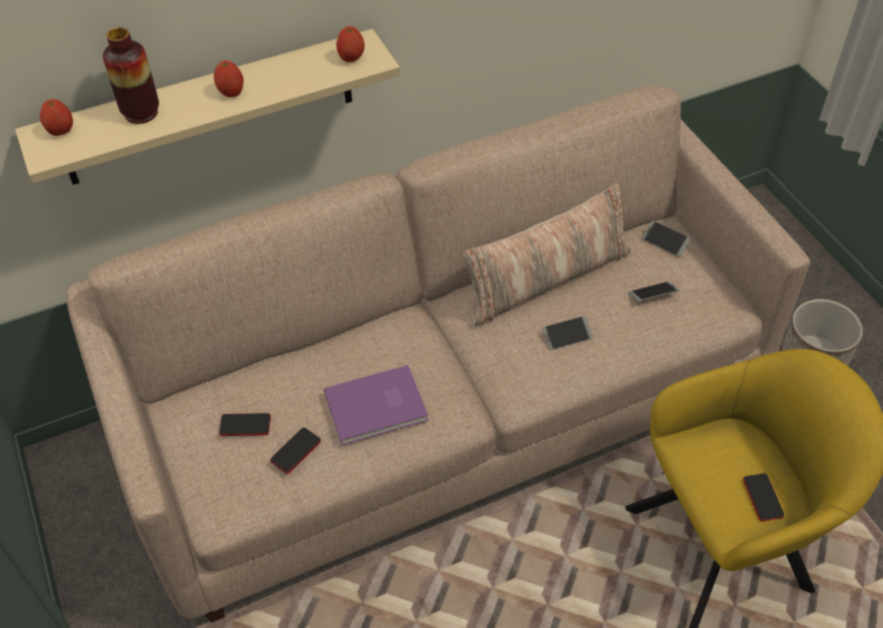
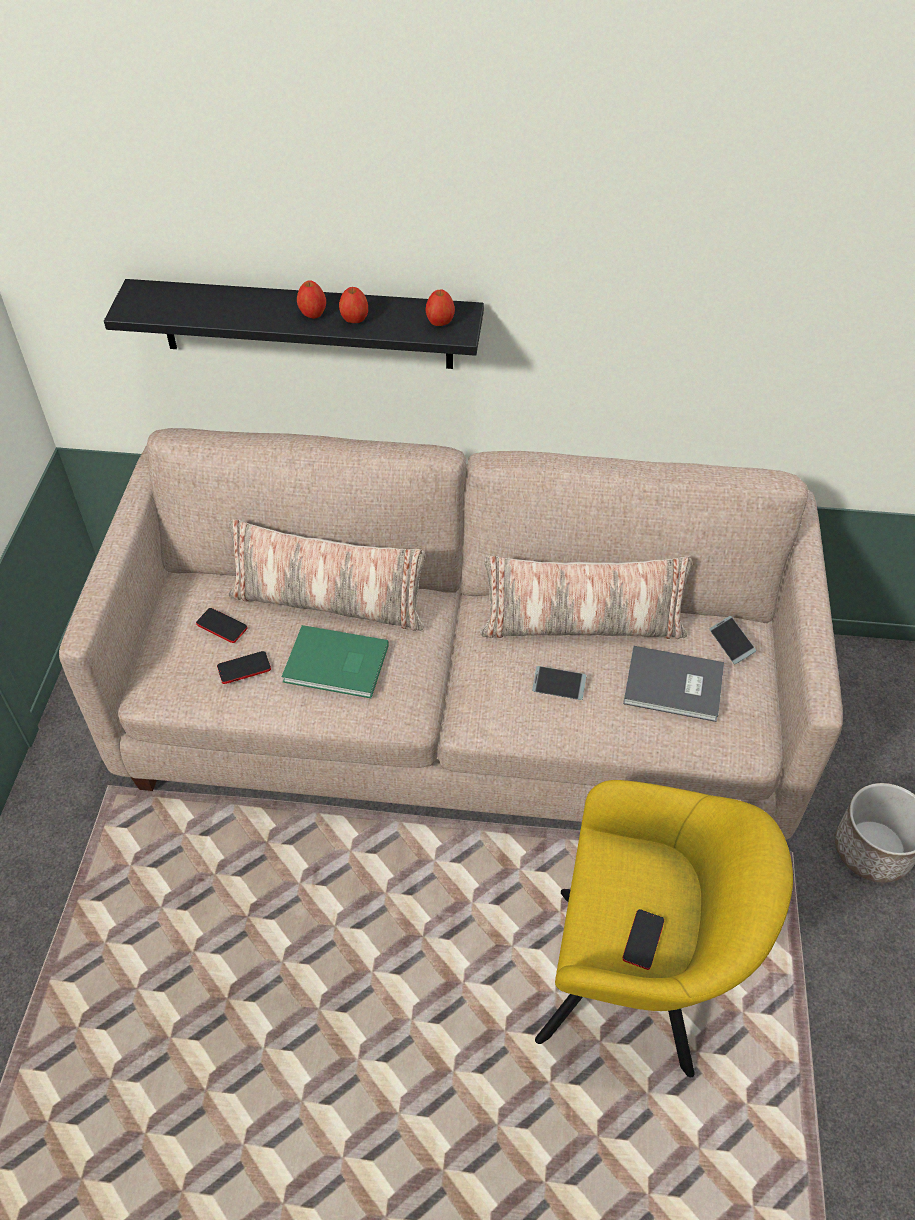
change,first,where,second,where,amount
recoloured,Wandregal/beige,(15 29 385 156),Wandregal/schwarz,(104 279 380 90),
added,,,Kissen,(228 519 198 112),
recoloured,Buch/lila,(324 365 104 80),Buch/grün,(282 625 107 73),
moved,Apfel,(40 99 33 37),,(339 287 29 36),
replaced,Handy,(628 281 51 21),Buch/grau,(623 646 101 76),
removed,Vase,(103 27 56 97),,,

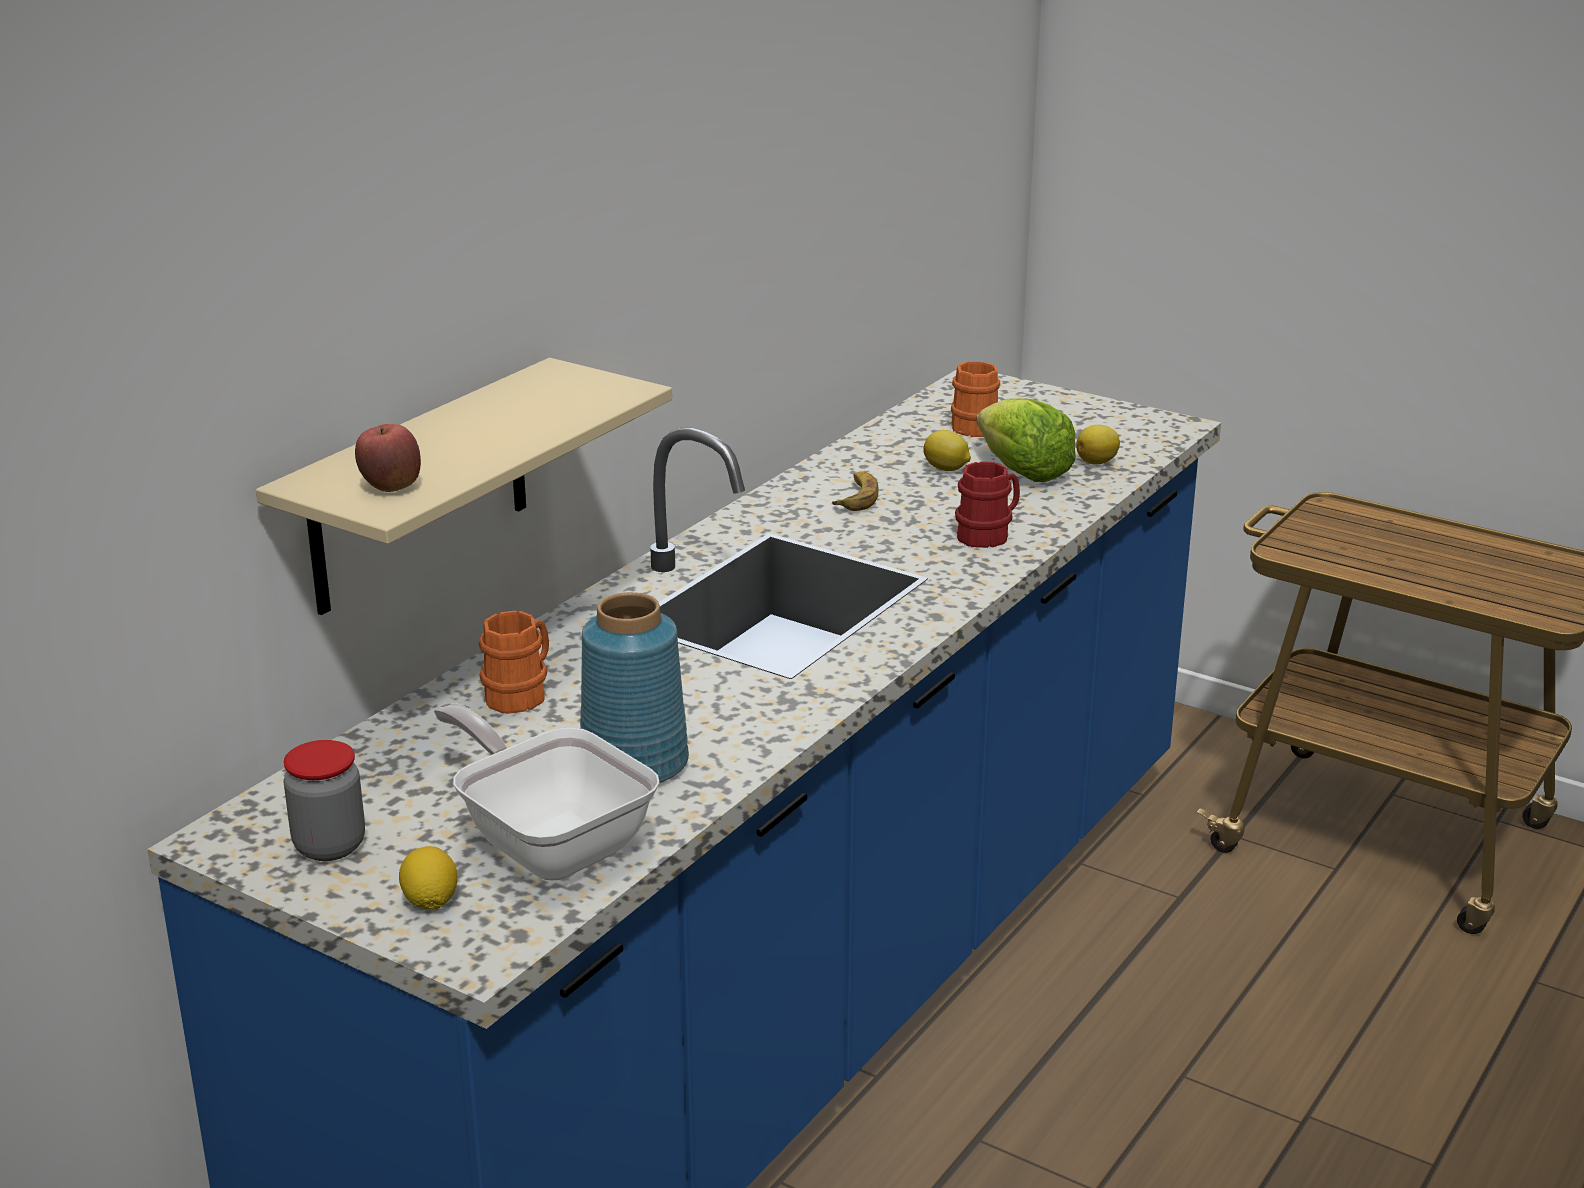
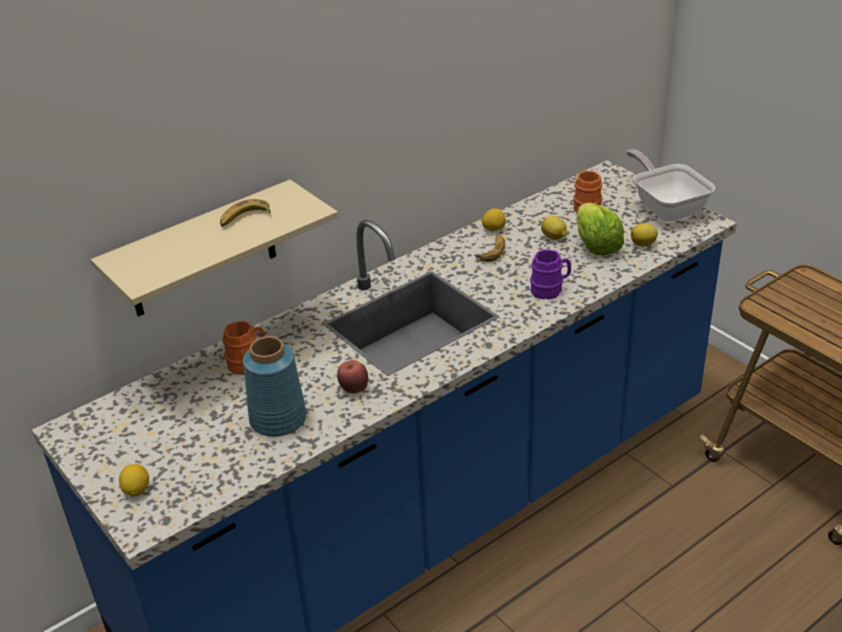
change,first,where,second,where,amount
added,,,Banane,(220 199 51 28),
moved,Apfel,(355 424 66 68),,(337 360 31 34),
added,,,Zitrone,(482 208 24 23),
recoloured,Henkelbecher/rot,(955 461 65 87),Henkelbecher/lila,(530 249 41 51),
moved,Pfanne,(434 703 226 177),,(627 149 88 73),
removed,Vorratsglas,(283 740 82 121),,,

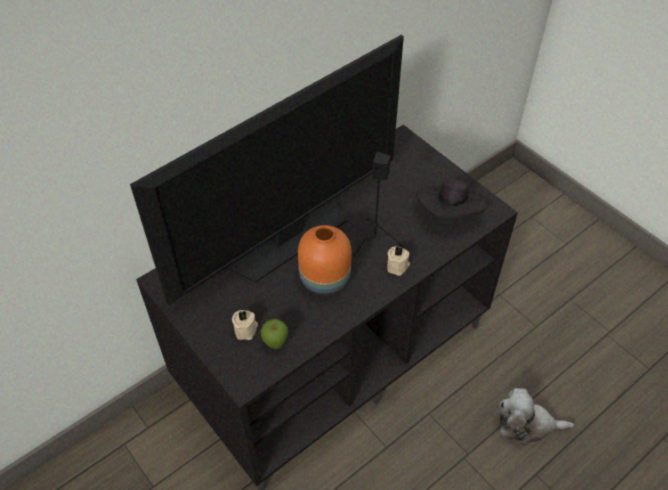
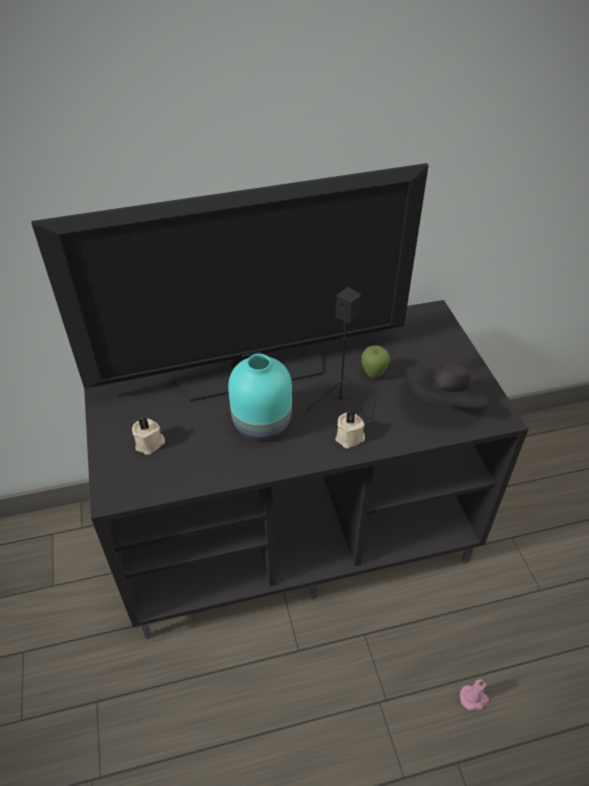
change,first,where,second,where,amount
recoloured,Vase/orange,(298 225 53 71),Vase/türkis,(228 354 64 87),
moved,Apfel,(260 319 28 30),,(361 345 29 34),
replaced,Plüschtier,(499 388 75 58),Kerze/rosa,(460 679 29 31),

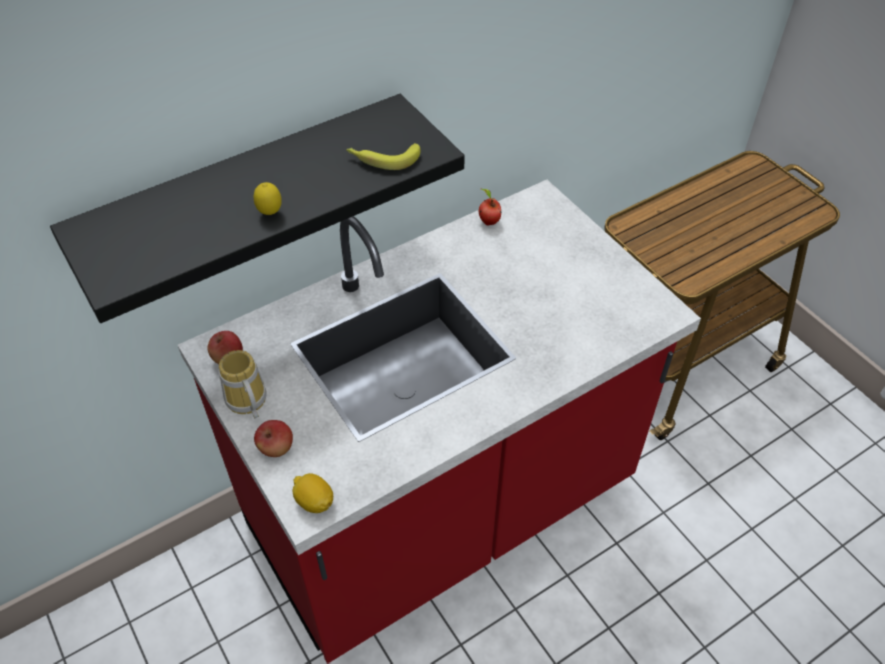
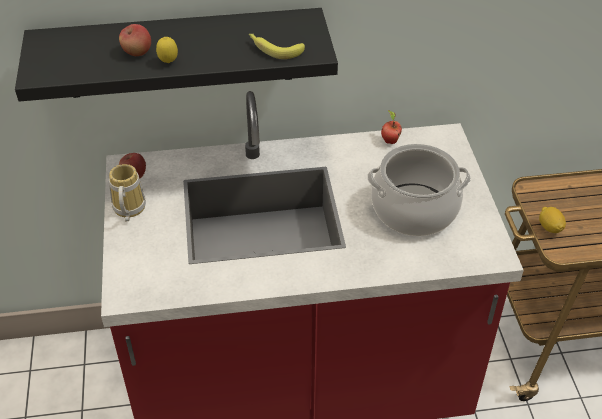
change,first,where,second,where,amount
moved,Apfel,(254 420 39 37),,(119 24 32 32),
added,,,Kochtopf,(367 144 104 92),
moved,Zitrone,(293 473 40 40),,(539 207 27 26),

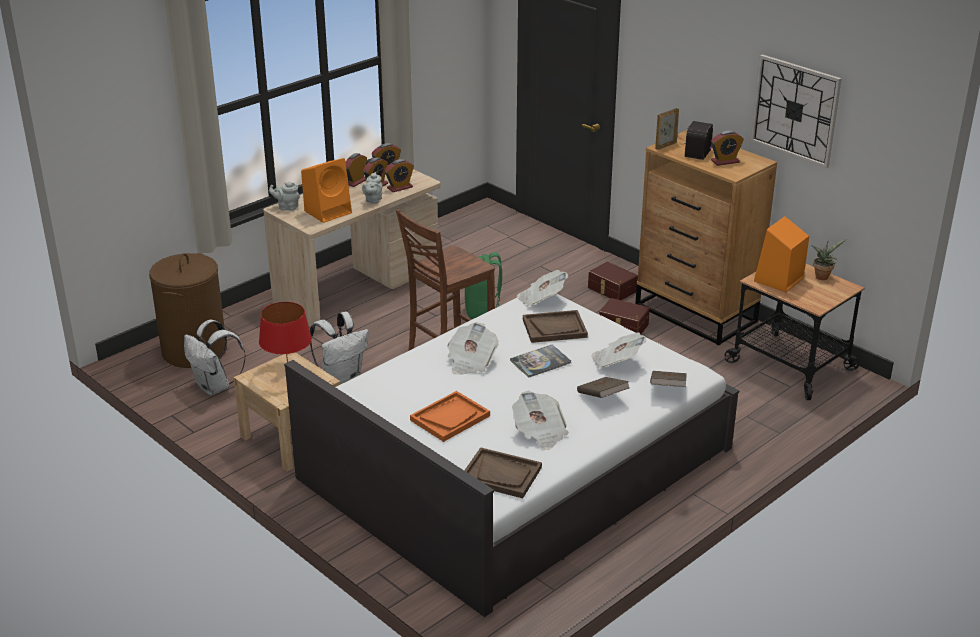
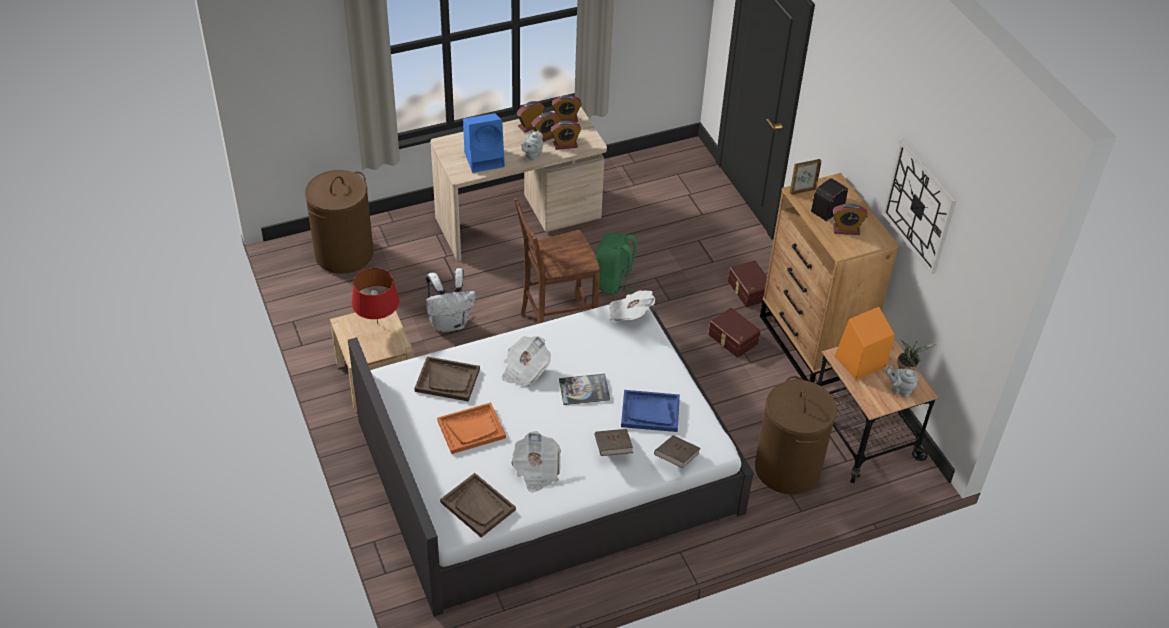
change,first,where,second,where,amount
moved,Tablett/braun,(523 310 65 33),,(415 356 65 46),
recoloured,Lautsprecher/orange,(301 158 51 65),Lautsprecher/blau,(463 113 42 60),
replaced,Zeitung,(591 332 55 36),Tablett/blau,(621 390 59 42),
added,,,Wäschekorb/braun,(755 376 82 118),
moved,Teekanne/grau,(269 182 31 29),,(886 366 32 31),
removed,Rucksack/weiß,(184 320 62 75),,,

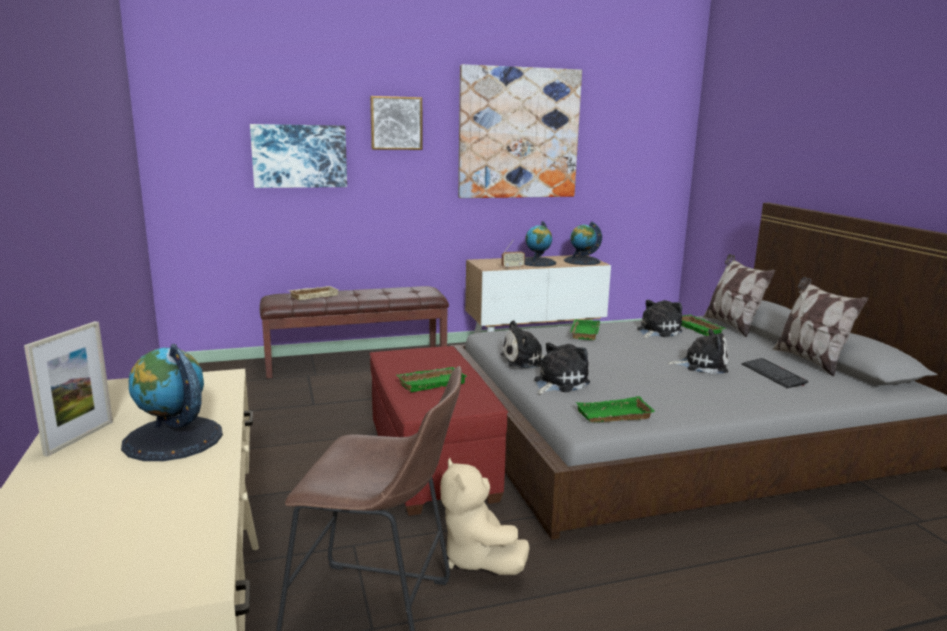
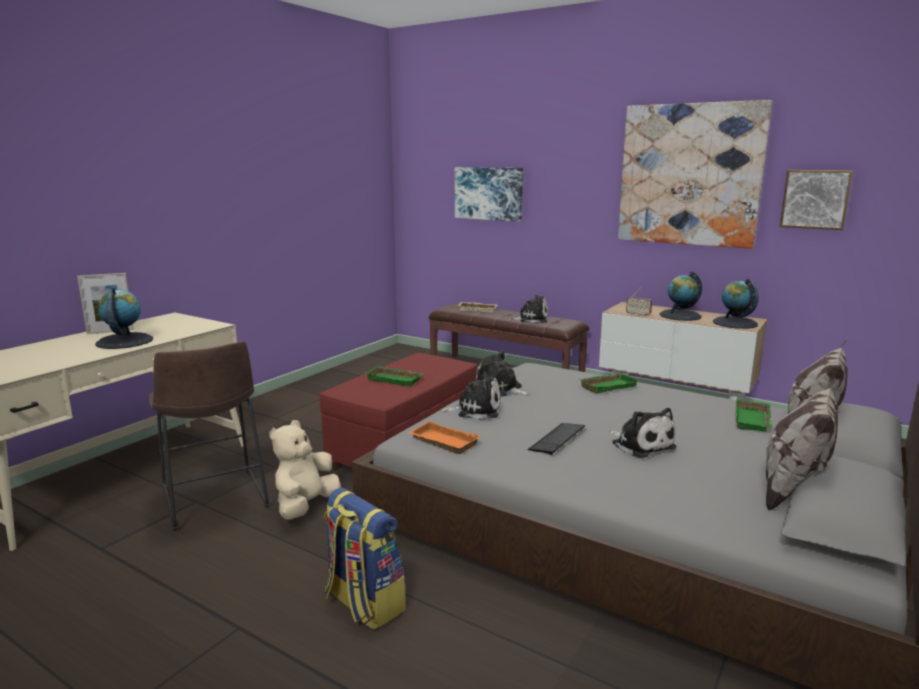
change,first,where,second,where,amount
added,,,Rucksack,(324 488 82 142),
recoloured,Tablett/grün,(576 396 80 26),Tablett/orange,(408 421 73 33),
moved,Plüschtier,(637 300 46 38),,(508 295 40 28),
moved,Tastatur,(742 358 67 30),,(528 423 57 32),
moved,Bild,(370 96 52 54),,(780 170 73 60),

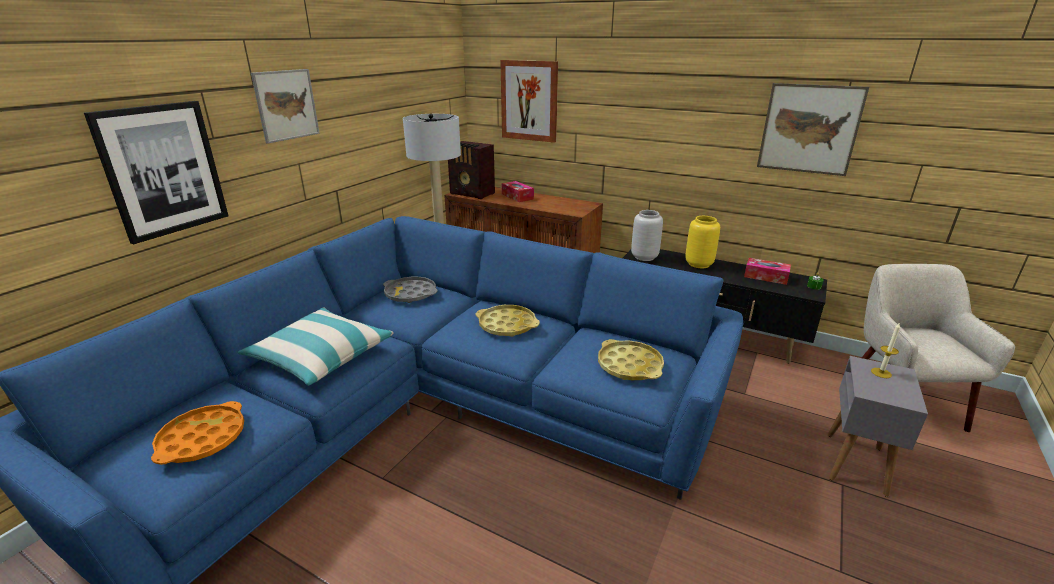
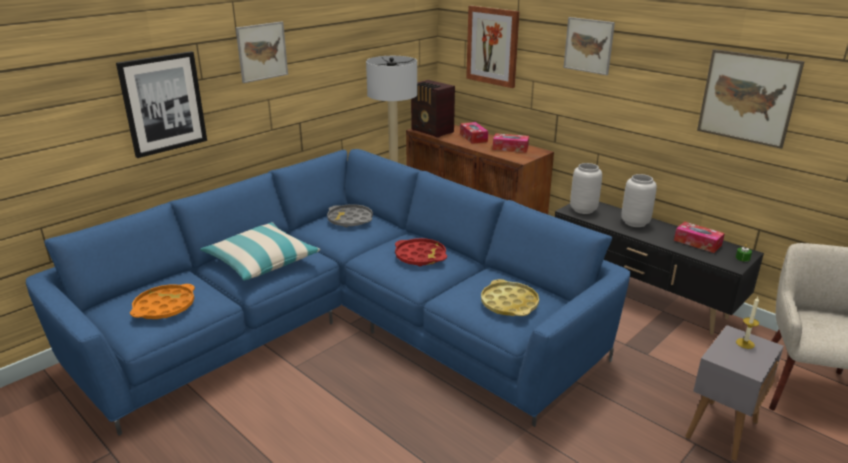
change,first,where,second,where,amount
recoloured,Tablett/gelb,(476 305 64 32),Tablett/rot,(395 238 52 28),
added,,,Taschentuchbox,(493 133 36 20),
added,,,Bild,(564 17 51 58),
recoloured,Vase/gelb,(685 216 35 52),Vase/grau,(621 174 36 53),

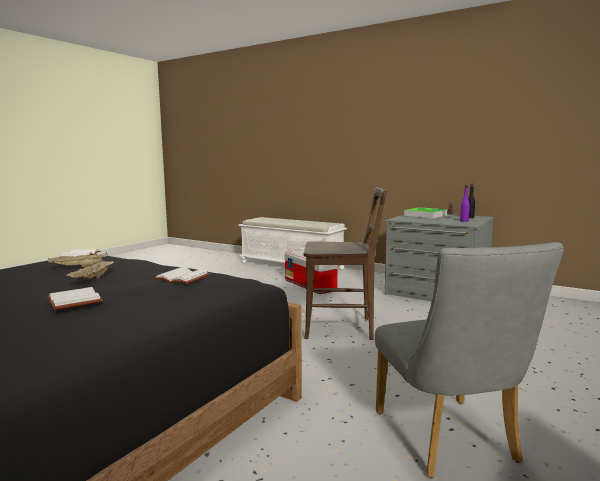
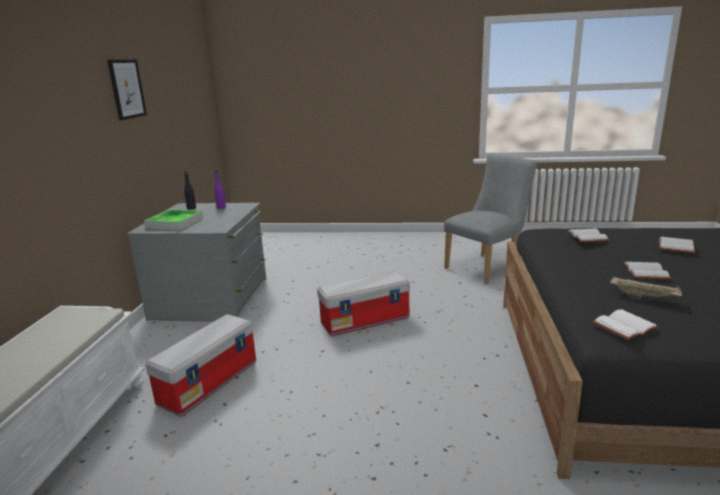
change,first,where,second,where,amount
added,,,Bild,(107 60 40 60),
replaced,Stuhl/braun,(304 187 83 153),Aufbewahrungsbox,(317 271 93 65),
replaced,Tablett/beige,(66 260 48 19),Buch/weiß,(623 262 48 18),

